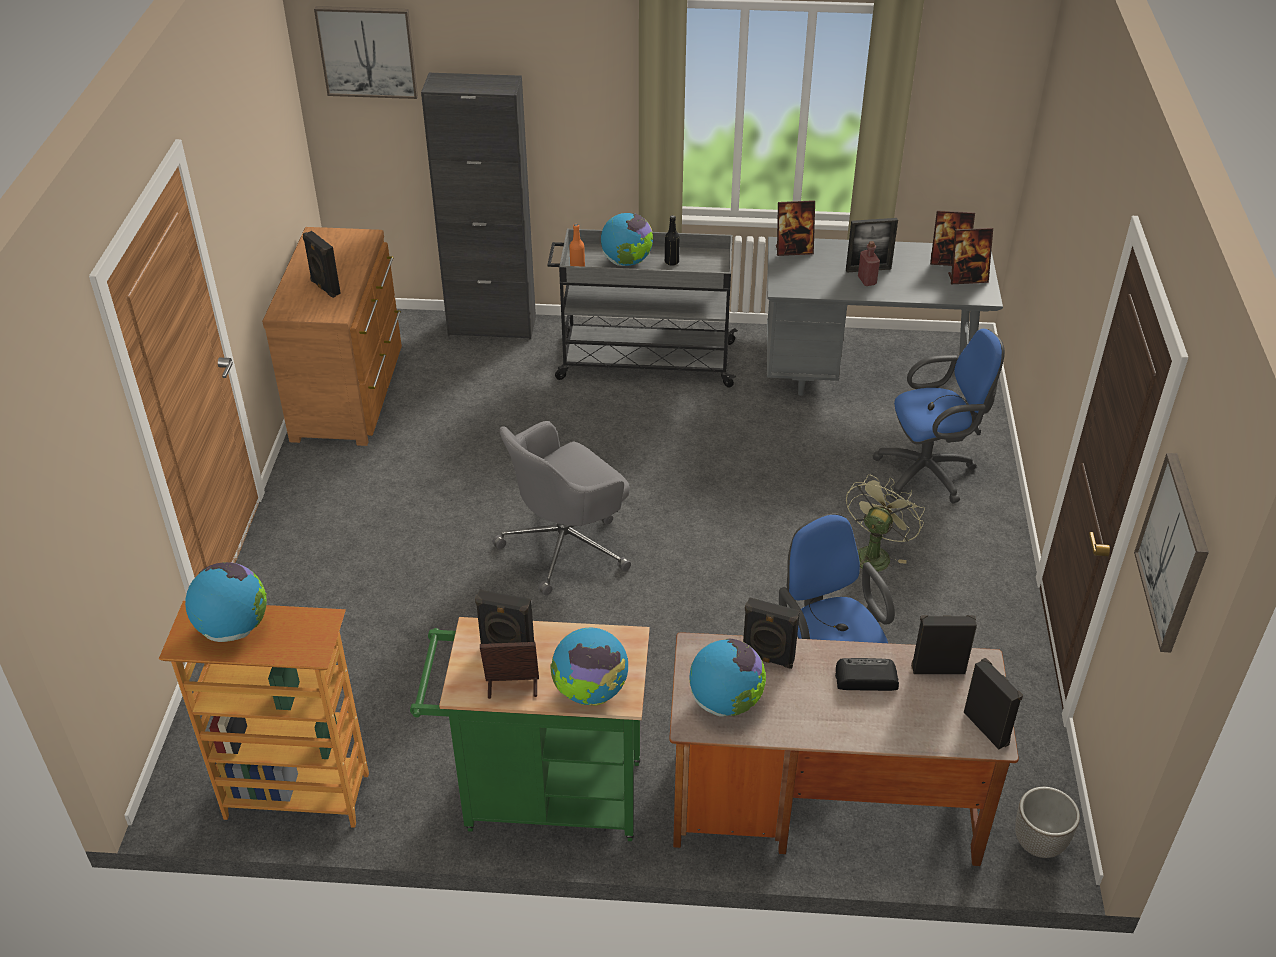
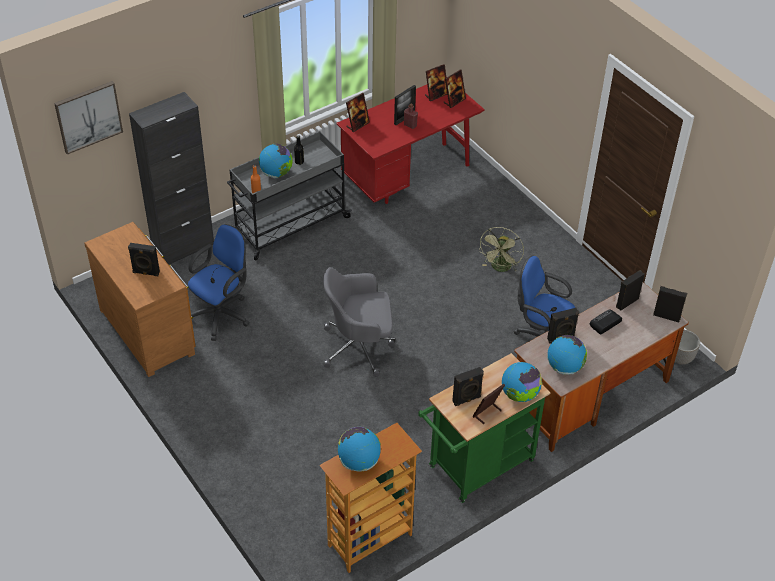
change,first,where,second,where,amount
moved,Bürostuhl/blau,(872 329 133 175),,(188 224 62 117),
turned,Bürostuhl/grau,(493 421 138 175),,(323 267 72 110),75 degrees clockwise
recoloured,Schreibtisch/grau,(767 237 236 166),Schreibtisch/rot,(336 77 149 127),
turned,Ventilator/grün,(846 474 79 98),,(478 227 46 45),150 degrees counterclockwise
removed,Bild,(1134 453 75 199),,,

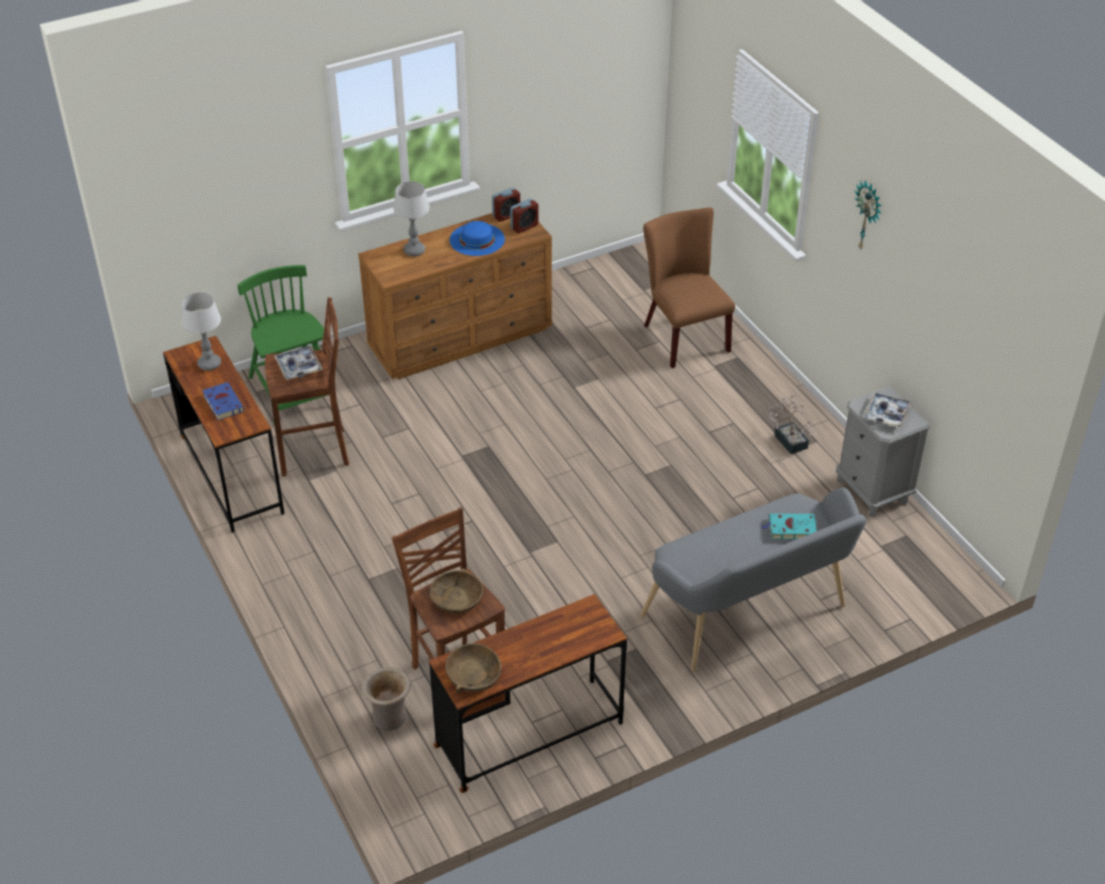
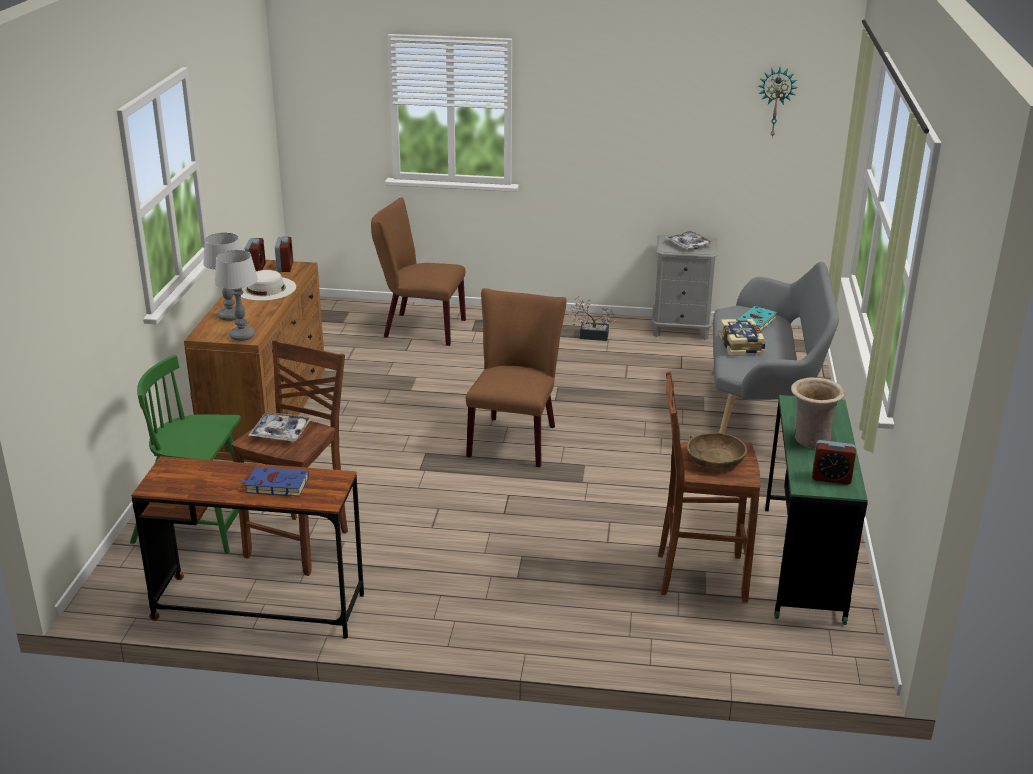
change,first,where,second,where,amount
moved,Tischlampe,(182 293 39 78),,(215 250 43 91),
recoloured,Hut/blau,(450 221 55 35),Hut/weiß,(241 270 55 31),
added,,,Stuhl/braun,(466 288 100 179),
added,,,Buch,(719 319 47 37),
moved,Wanduhr,(855 180 27 70),,(758 68 40 69),
recoloured,Schreibtisch/braun,(429 594 198 199),Schreibtisch/grün,(765 395 103 230),
moved,Vase/beige,(362 667 49 64),,(791 378 54 71),
replaced,Schüssel/braun,(445 643 56 51),Wecker,(812 440 44 45),

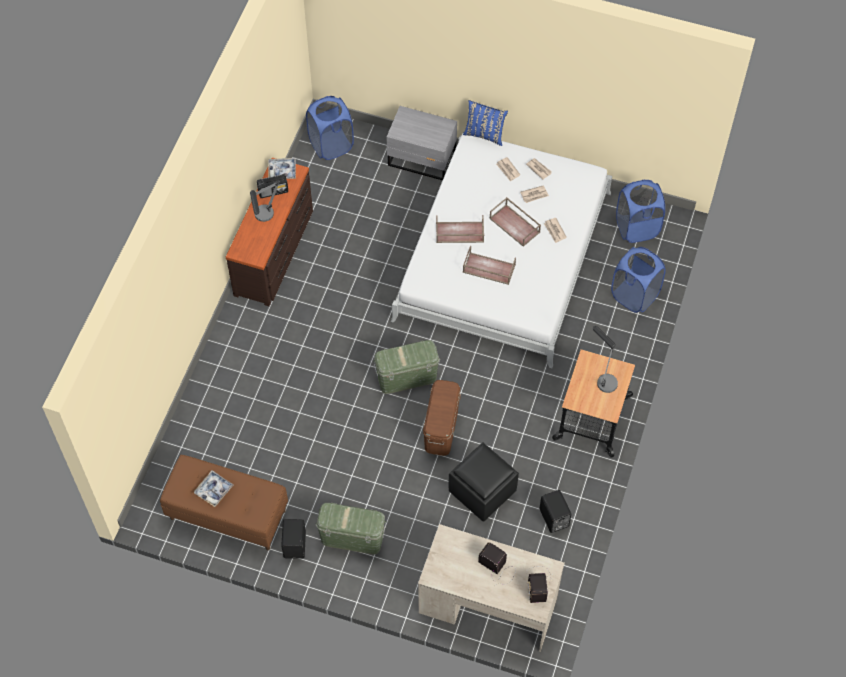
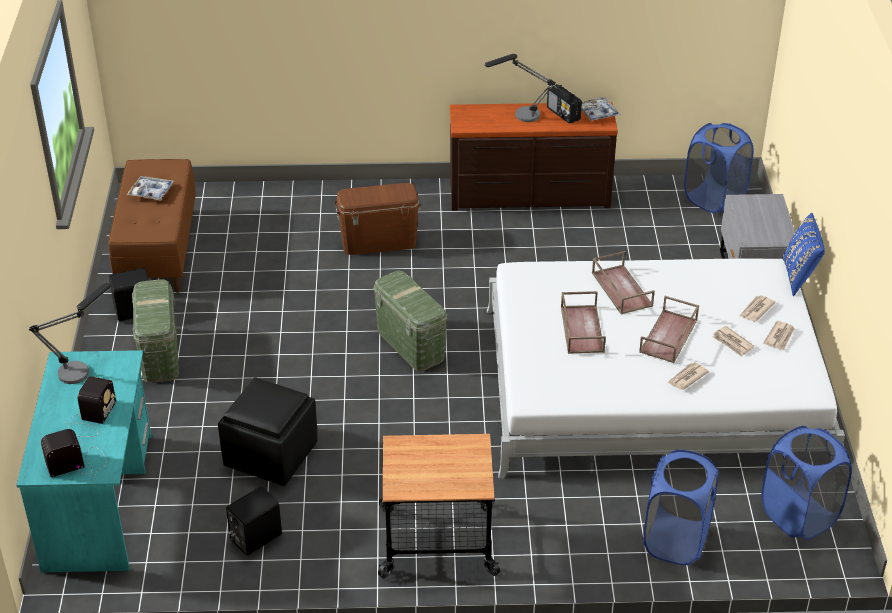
change,first,where,second,where,amount
recoloured,Schreibtisch/beige,(418 524 147 128),Schreibtisch/türkis,(16 350 135 223),
moved,Tischlampe,(593 326 25 67),,(29 283 81 101),
moved,Aufbewahrungsbox/braun,(423 380 38 76),,(335 183 86 72),

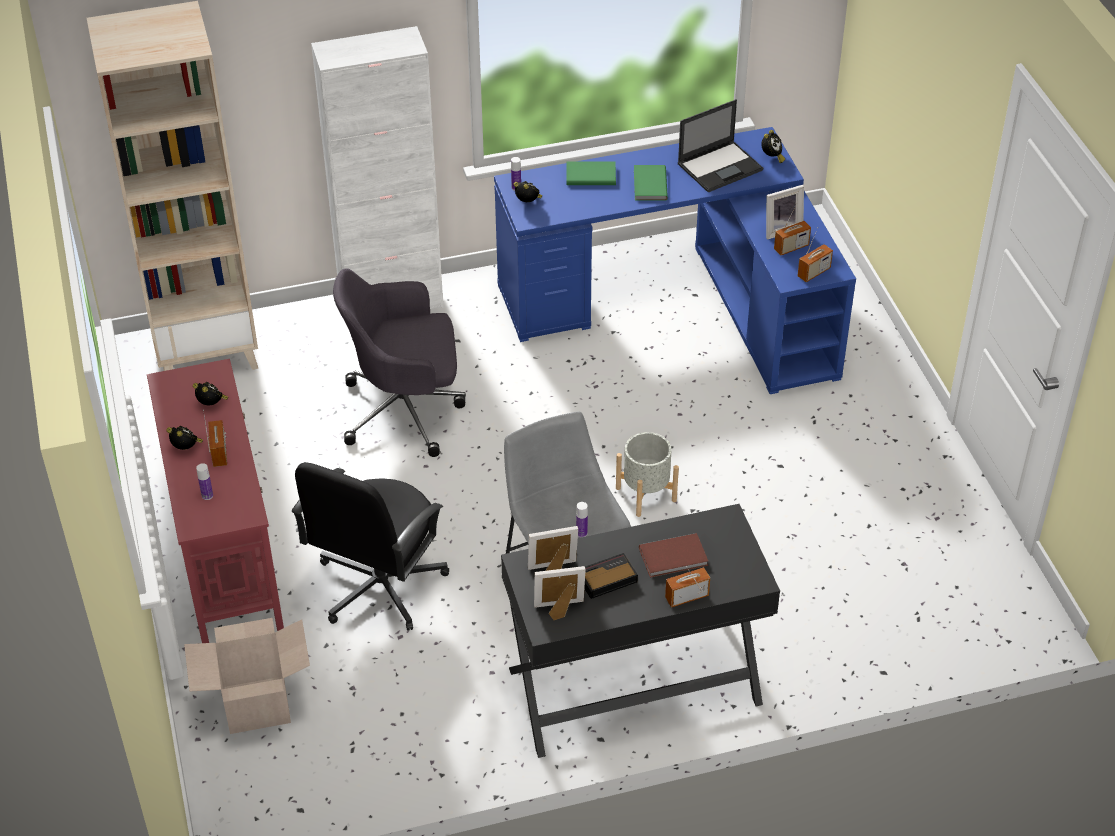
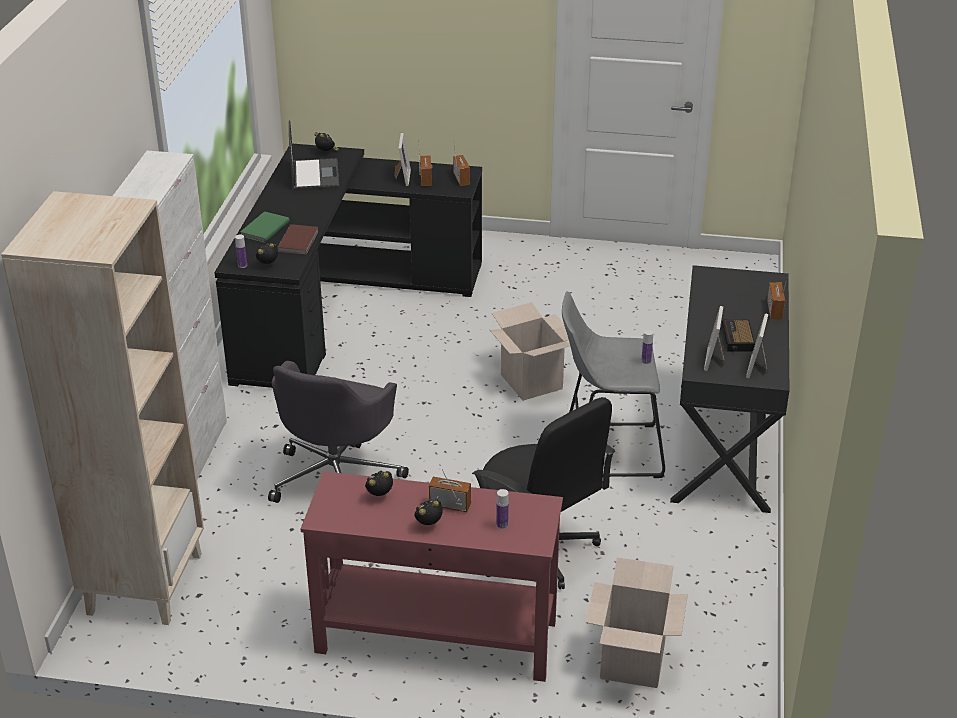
change,first,where,second,where,amount
recoloured,Schreibtisch/blau,(494 127 362 267),Schreibtisch/schwarz,(214 144 268 244),
moved,Buch/braun,(639 533 69 45),,(277 224 42 31),
replaced,Pflanzkübel/grau,(616 432 63 85),Karton,(490 302 80 99),
removed,Buch/grün,(634 165 34 35),,,

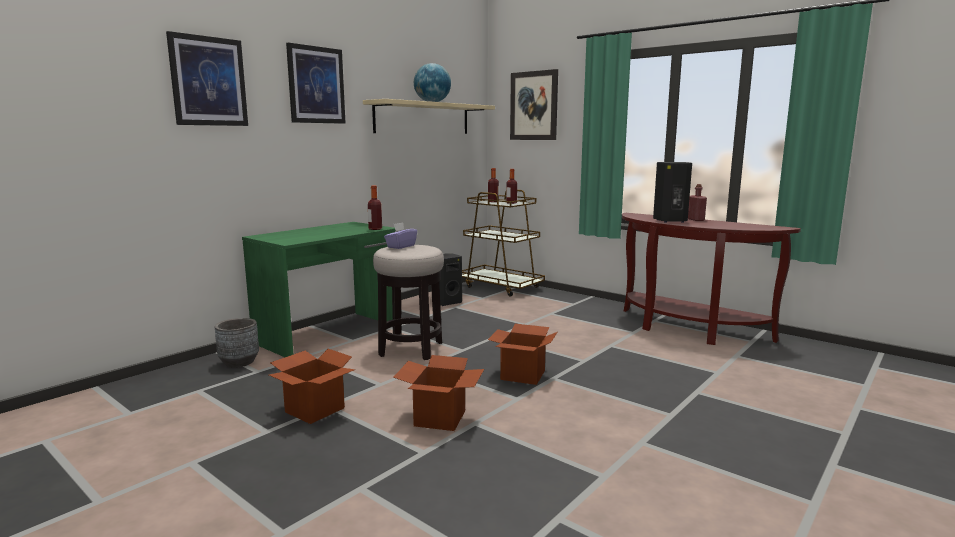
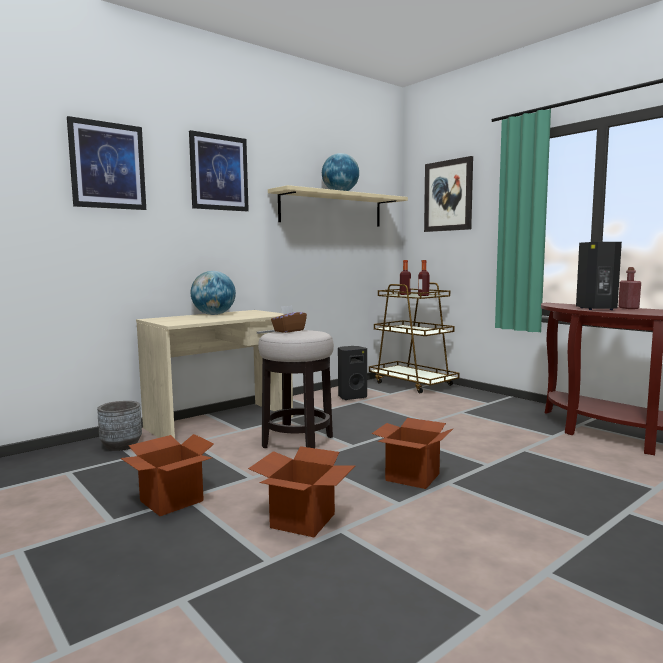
change,first,where,second,where,amount
recoloured,Schreibtisch/grün,(242 222 154 135),Schreibtisch/beige,(136 310 157 128),
added,,,Globus,(191 271 45 44),
recoloured,Taschentuchbox/lila,(384 222 33 27),Taschentuchbox/braun,(271 305 36 28),
removed,Flasche,(368 185 14 45),,,

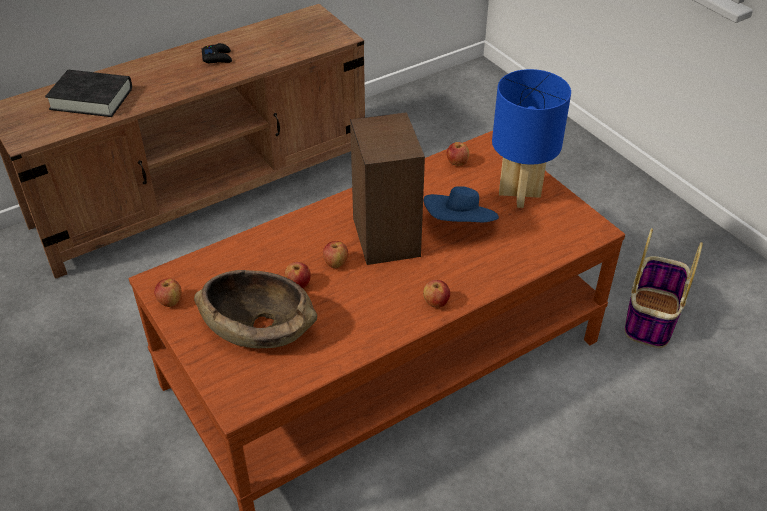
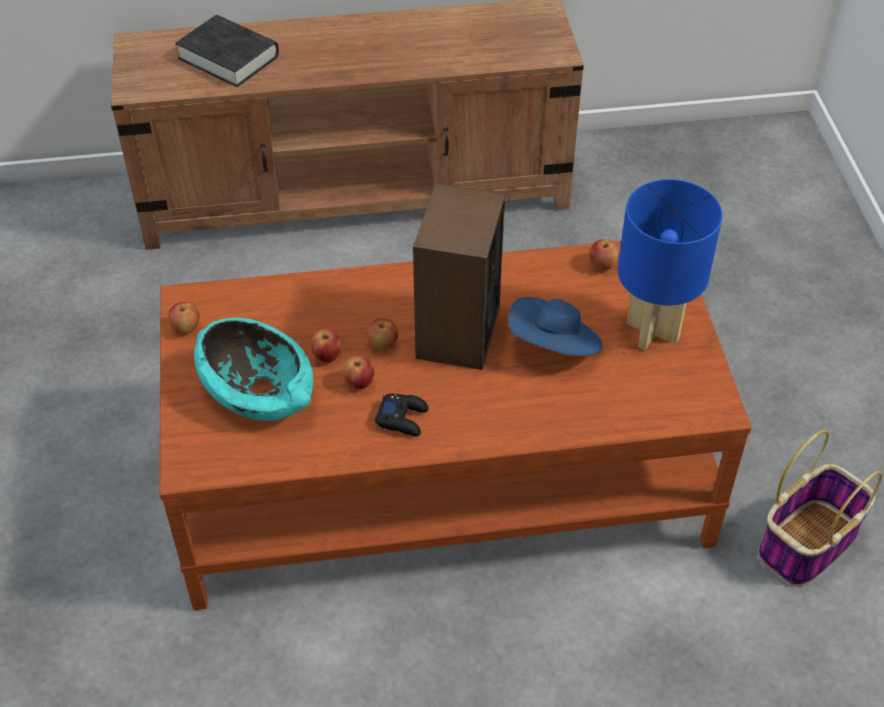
change,first,where,second,where,amount
recoloured,Schüssel/braun,(194 270 123 78),Schüssel/türkis,(194 318 119 103),
moved,Apfel,(423 280 27 28),,(343 356 31 33),
moved,Gamepad/schwarz,(201 43 31 20),,(375 393 53 43),

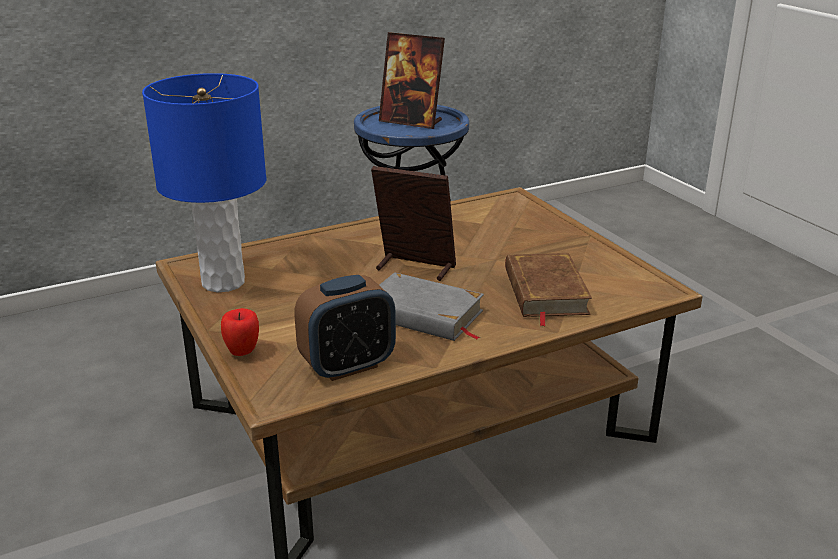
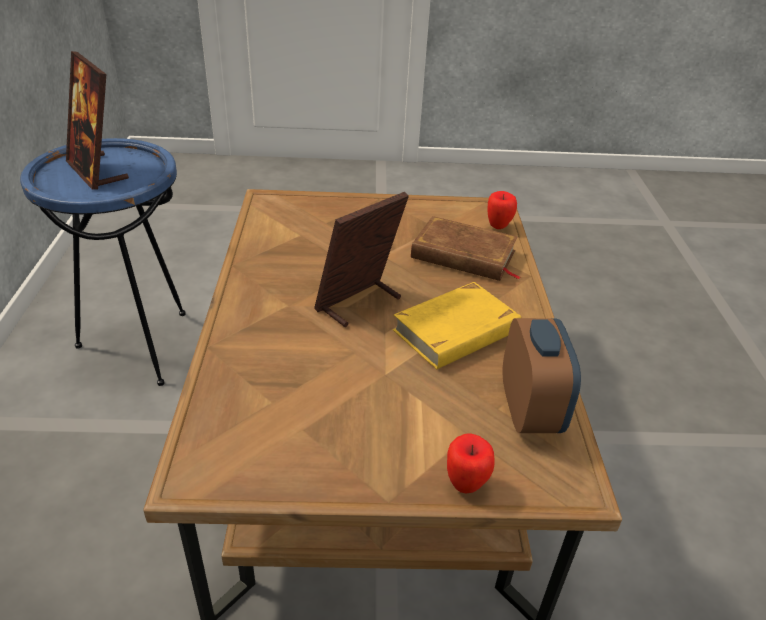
change,first,where,second,where,amount
turned,Bilderrahmen,(379 32 66 97),,(66 51 63 139),90 degrees clockwise
recoloured,Buch/grau,(379 272 105 69),Buch/gelb,(393 282 128 88),
added,,,Apfel,(487 191 30 38),
removed,Tischlampe/blau,(142 73 124 219),,,

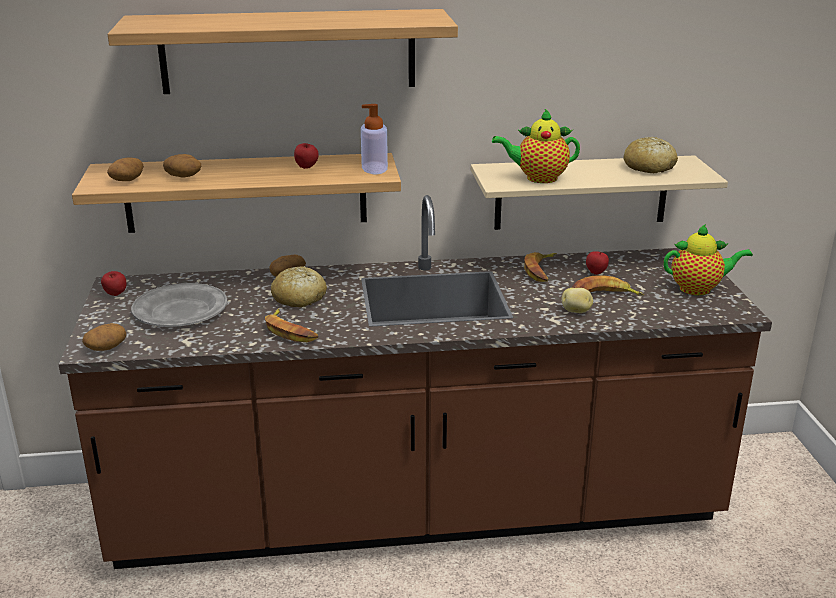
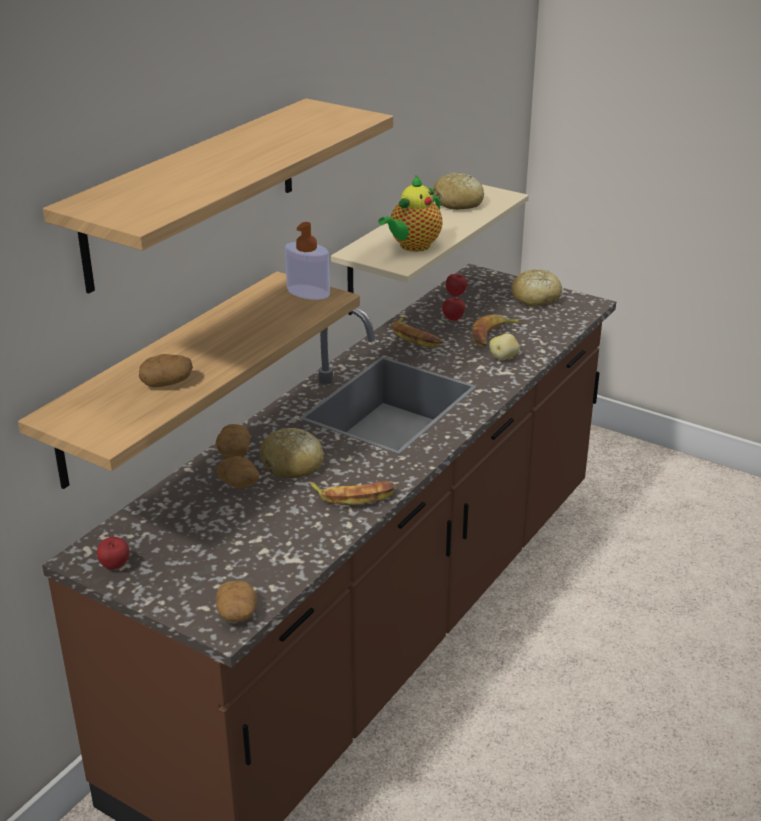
change,first,where,second,where,amount
moved,Kartoffel,(107 157 37 24),,(216 456 43 32),
moved,Apfel,(294 143 25 26),,(446 274 22 23),
replaced,Teekanne,(663 224 90 71),Brot,(511 269 51 37),
removed,Teller/grau,(131 283 97 44),,,

